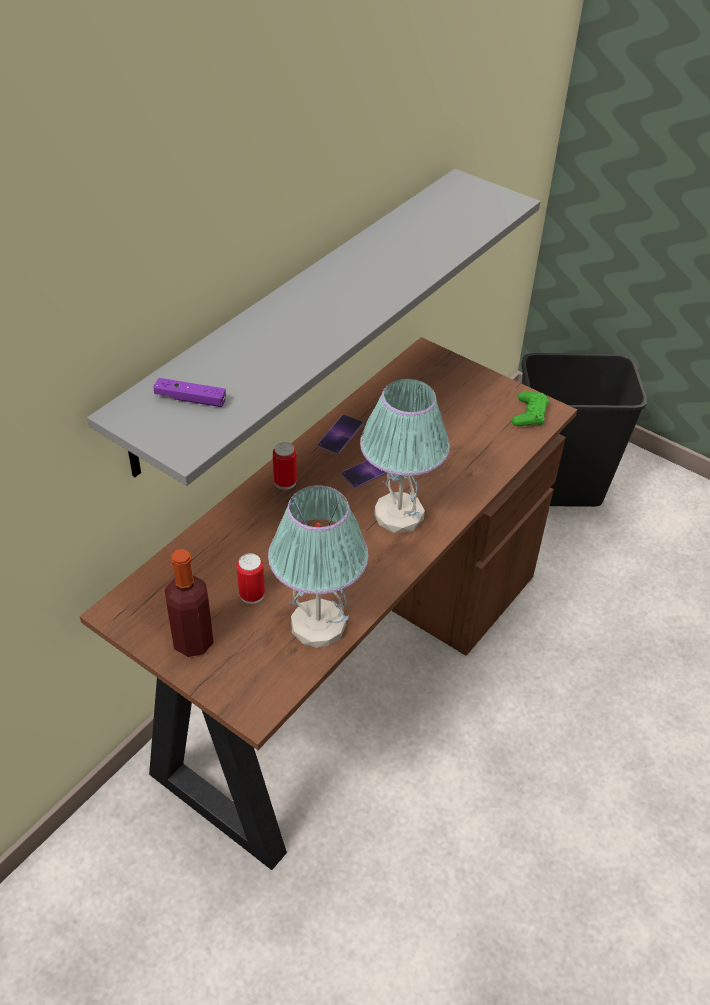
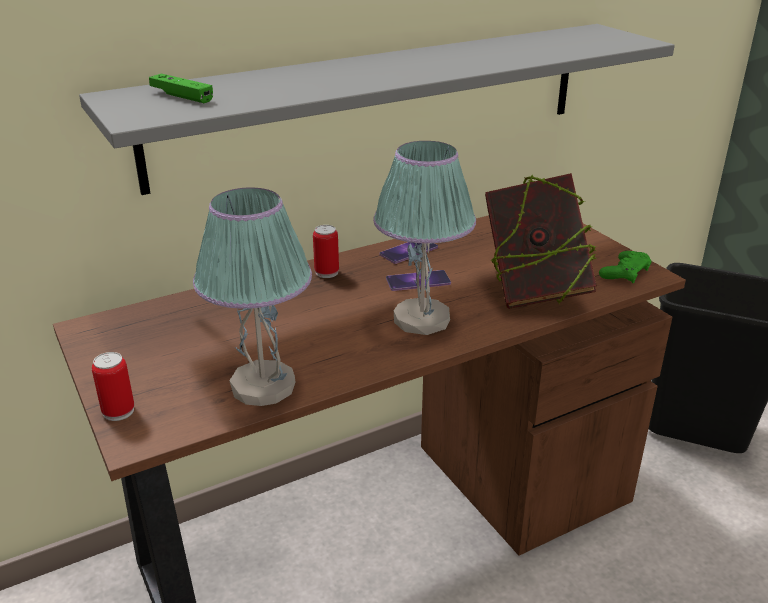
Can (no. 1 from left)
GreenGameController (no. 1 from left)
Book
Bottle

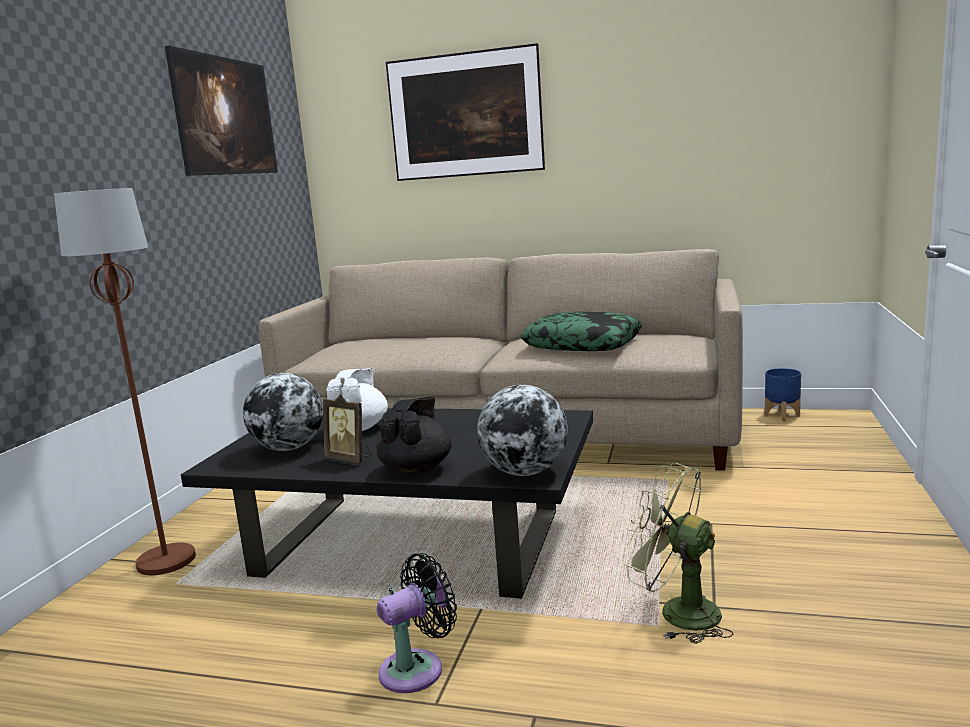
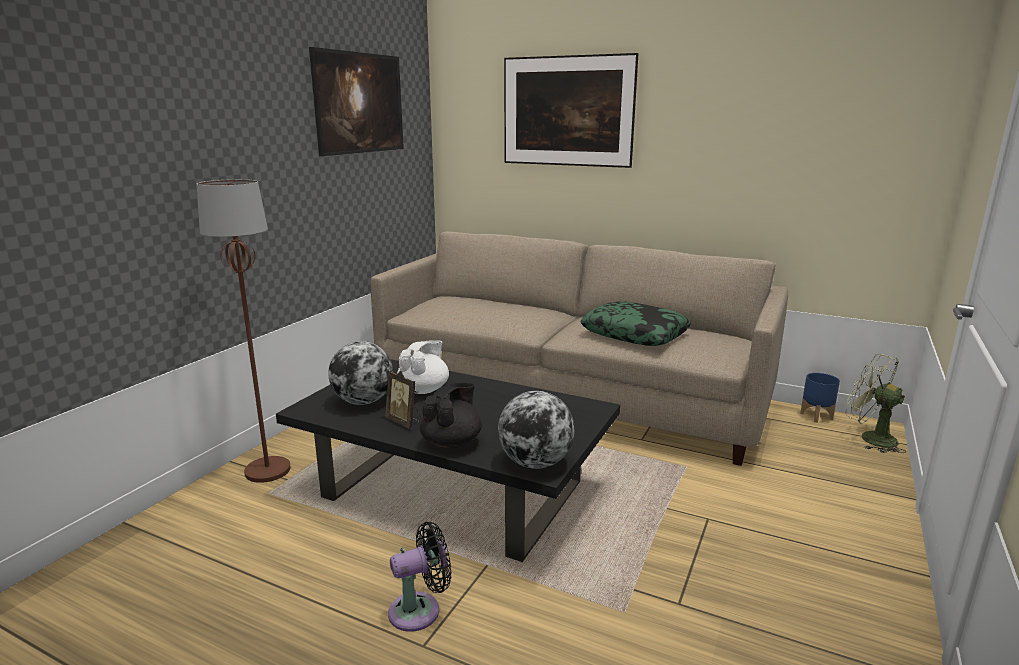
GreenFan

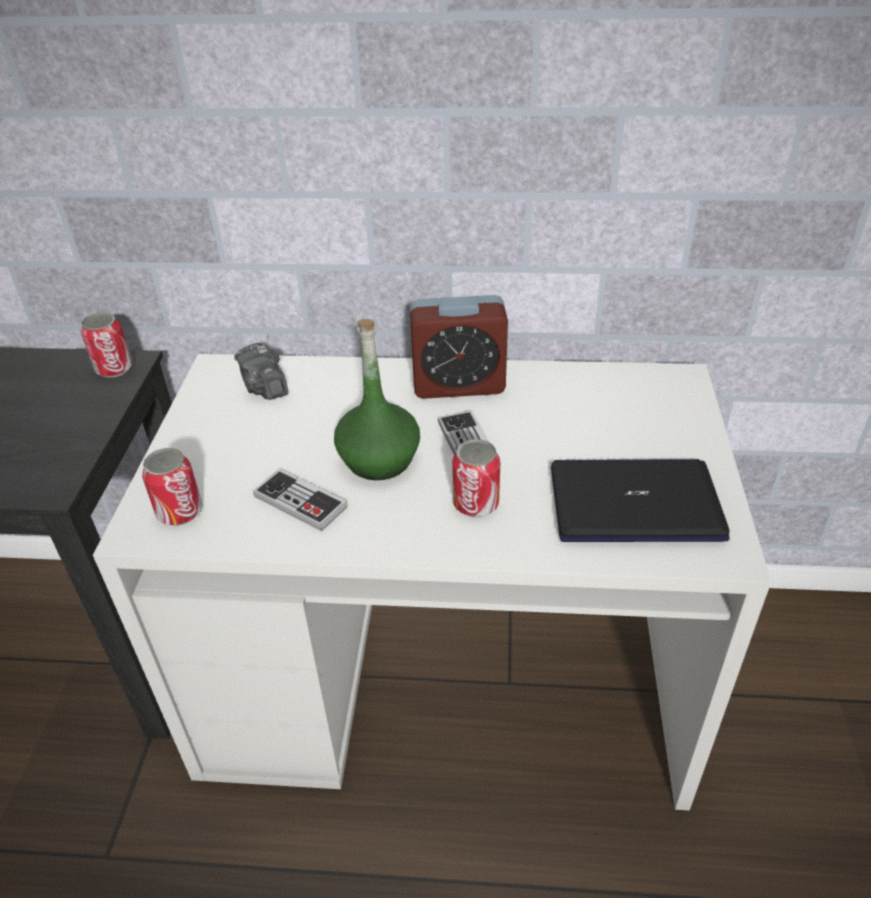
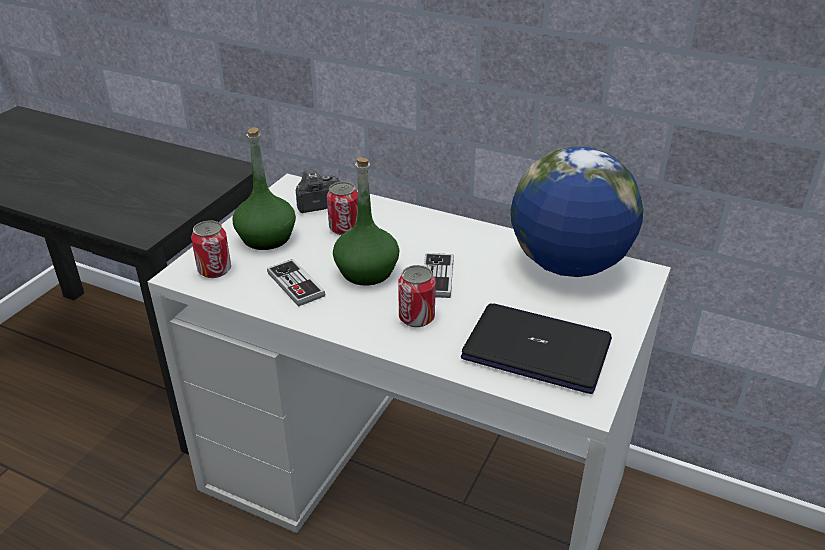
GreenBottle (no. 1 from left)
PhotoCamera
Can (no. 2 from left)
Globe
AlarmClock

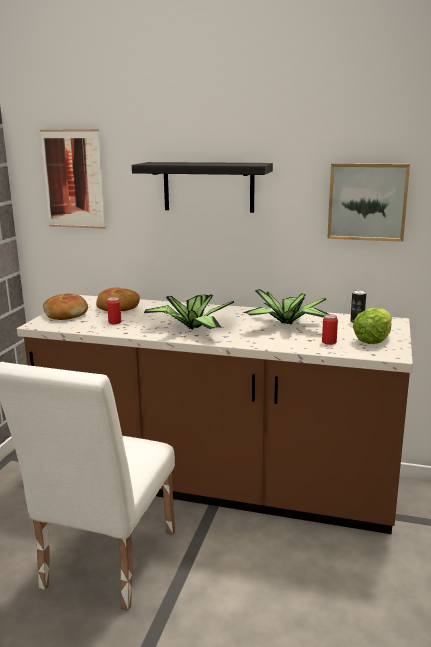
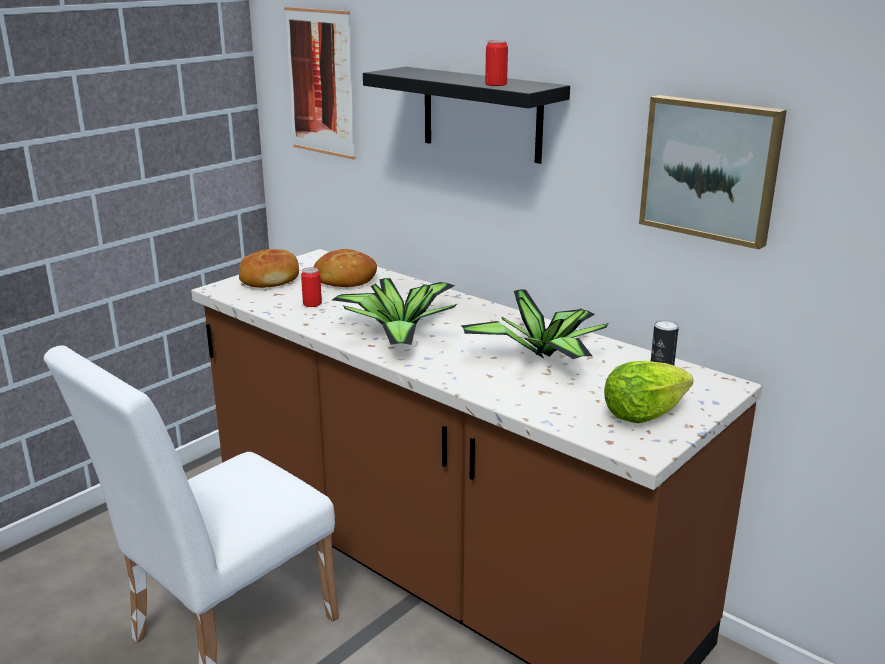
Can (no. 2 from left)

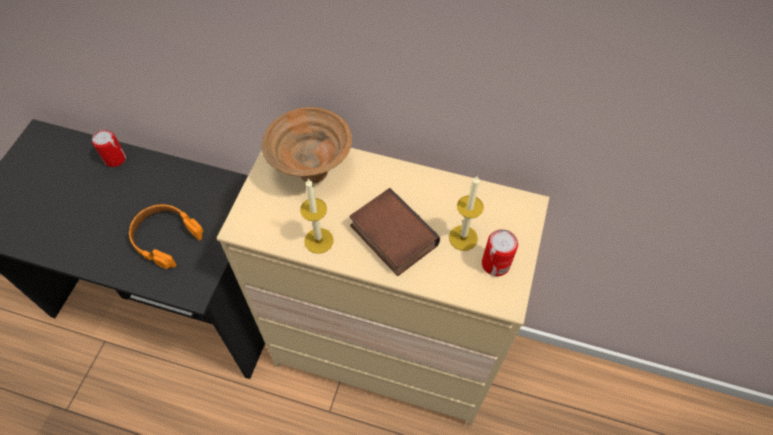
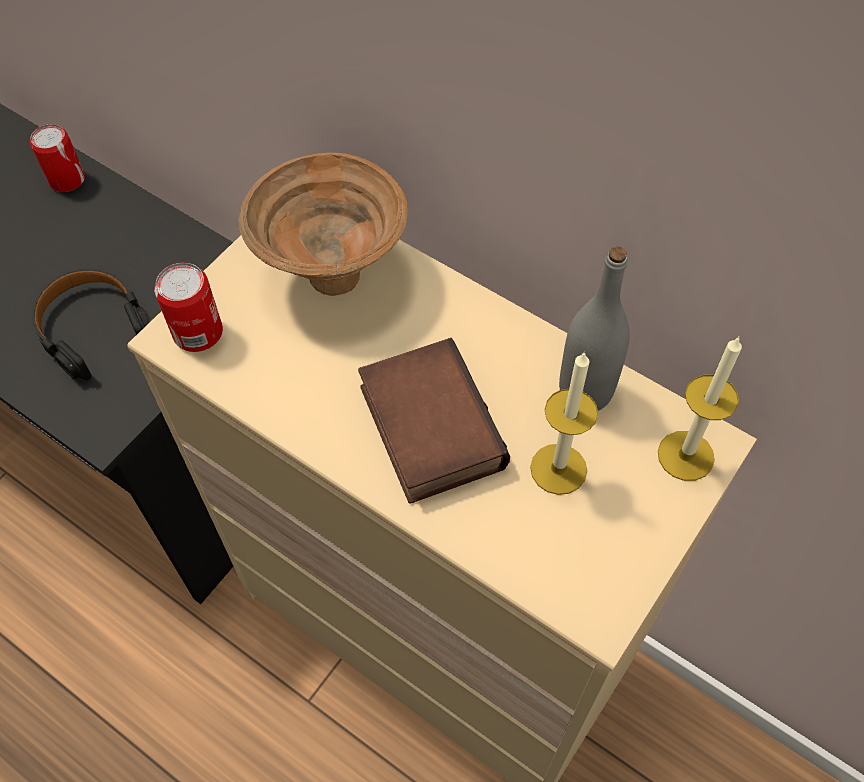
BlackHeadphones
Can (no. 2 from left)
GreyBottle
Candle (no. 2 from left)

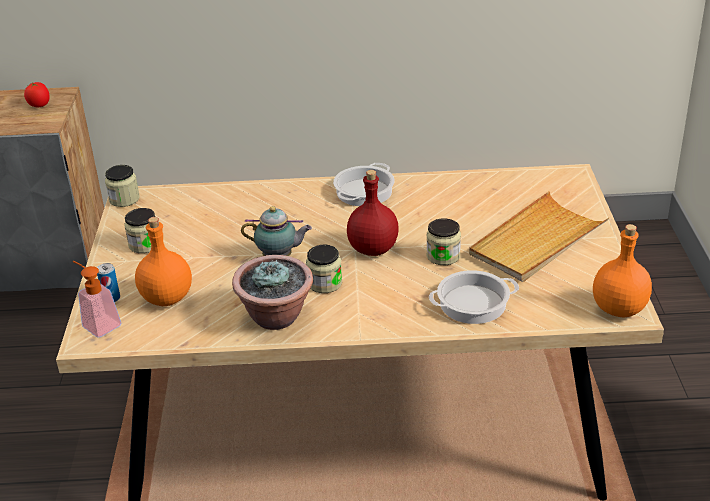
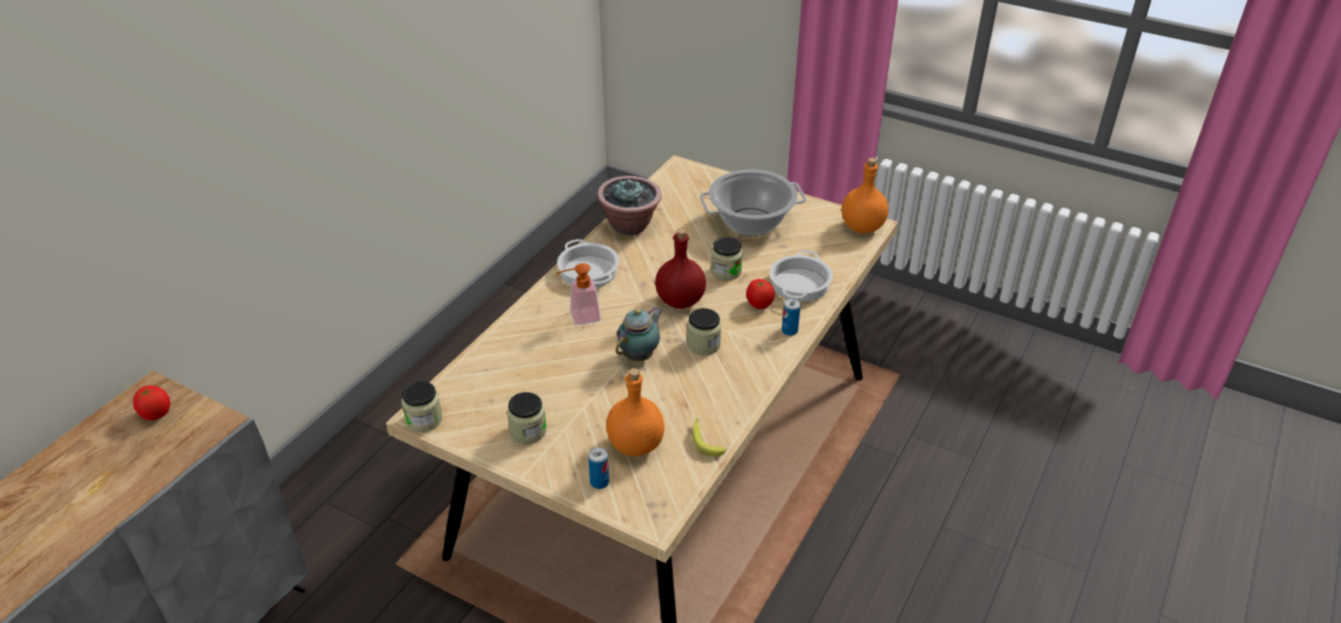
SoapDispenser
PottedPlant
Banana
CookingPot (no. 2 from left)
Tomato (no. 2 from left)
Can (no. 2 from left)

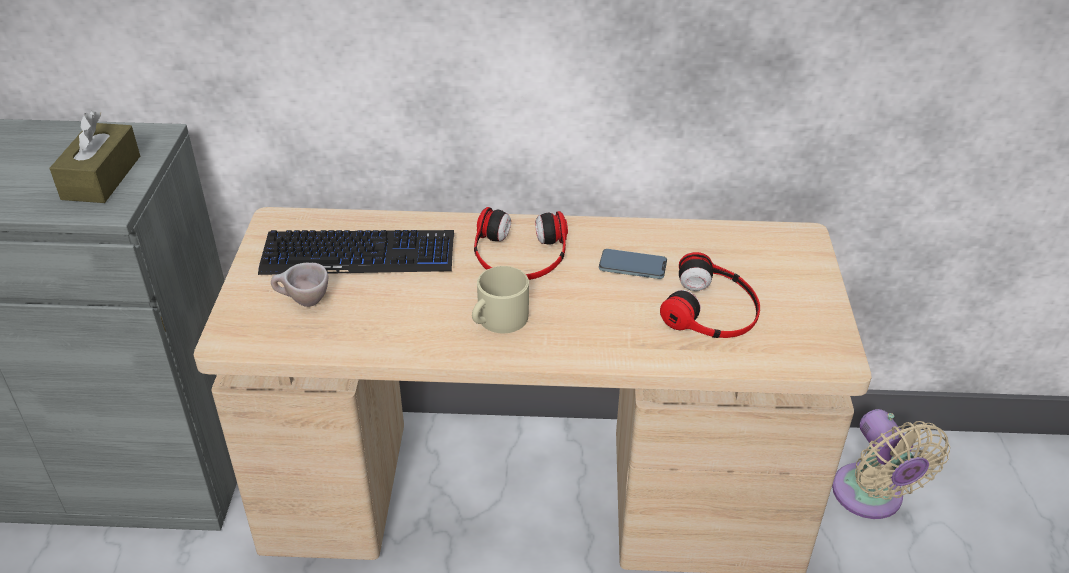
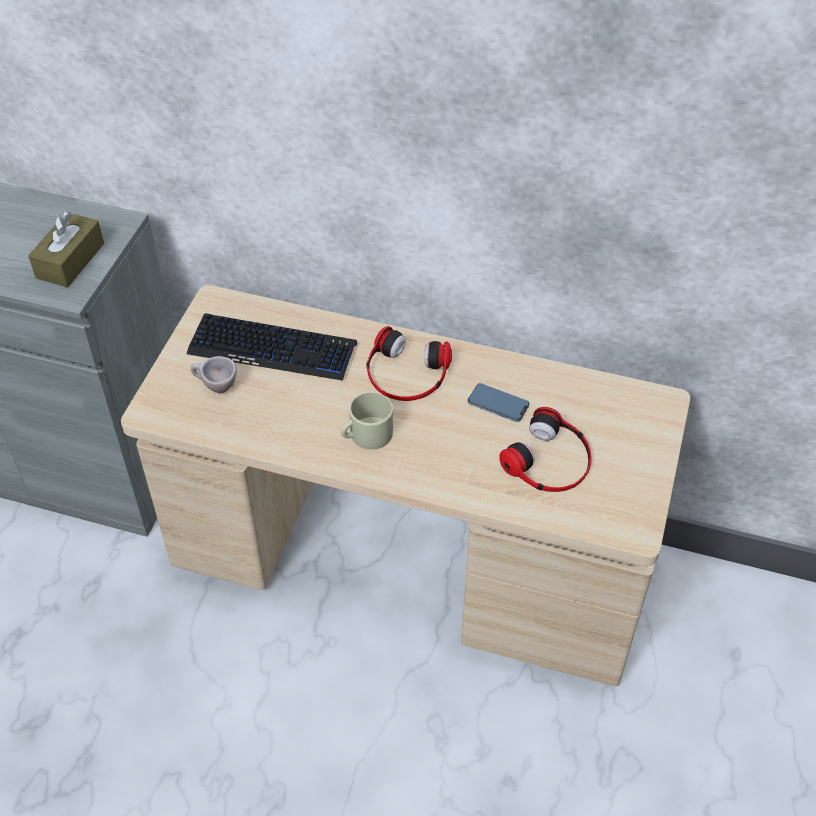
BeigeFan

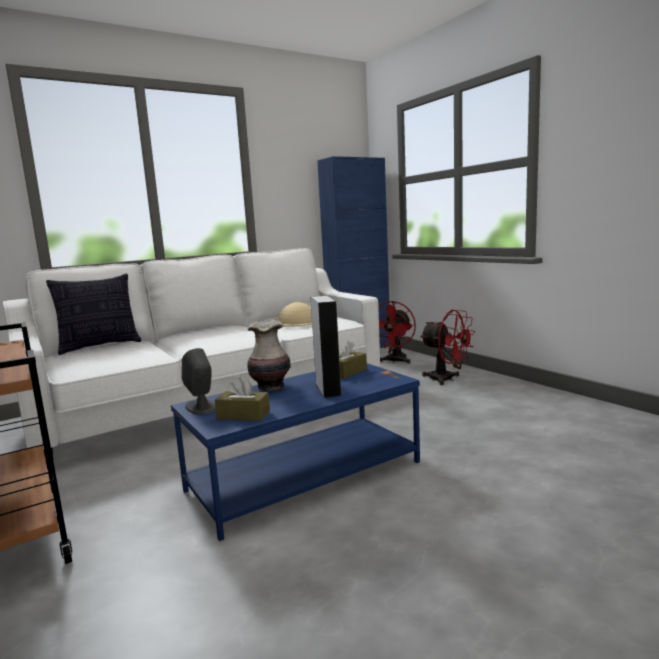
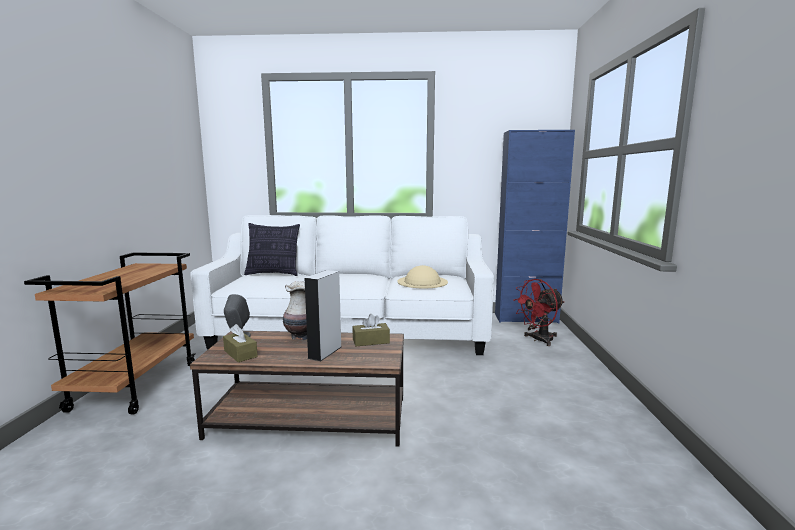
BrownCoffeeTable
RedFan (no. 2 from left in the first image)

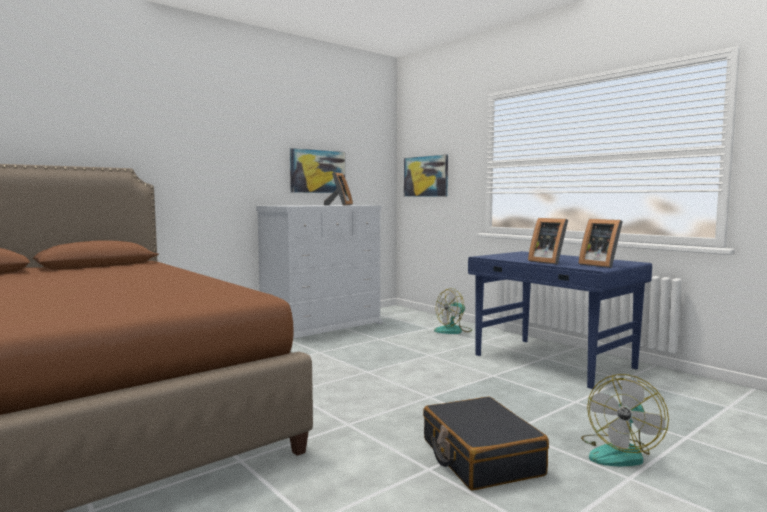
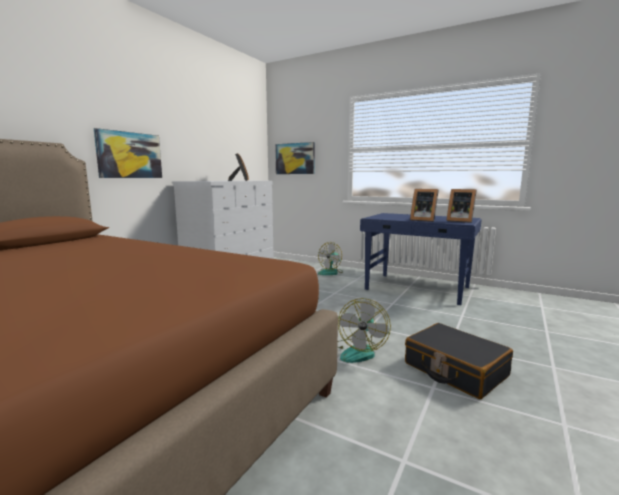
Picture (no. 1 from left)
Fan (no. 2 from left)

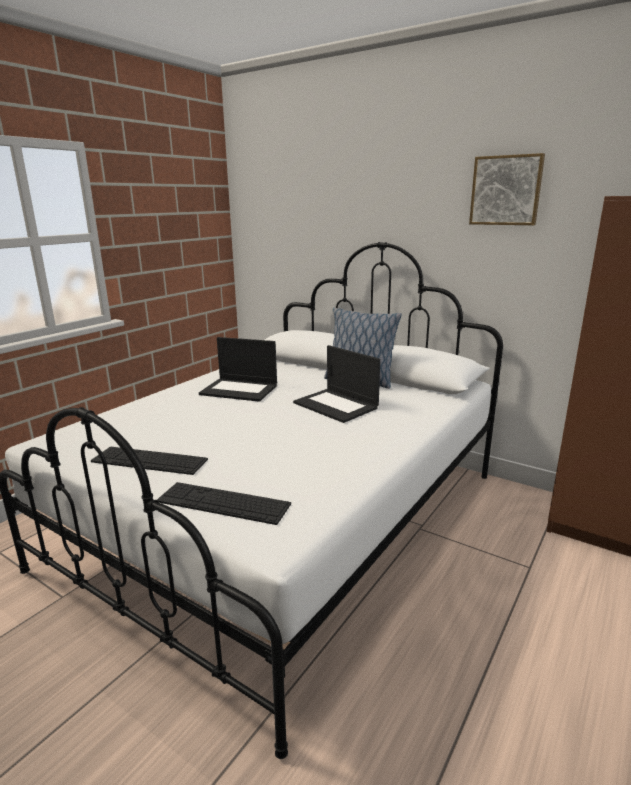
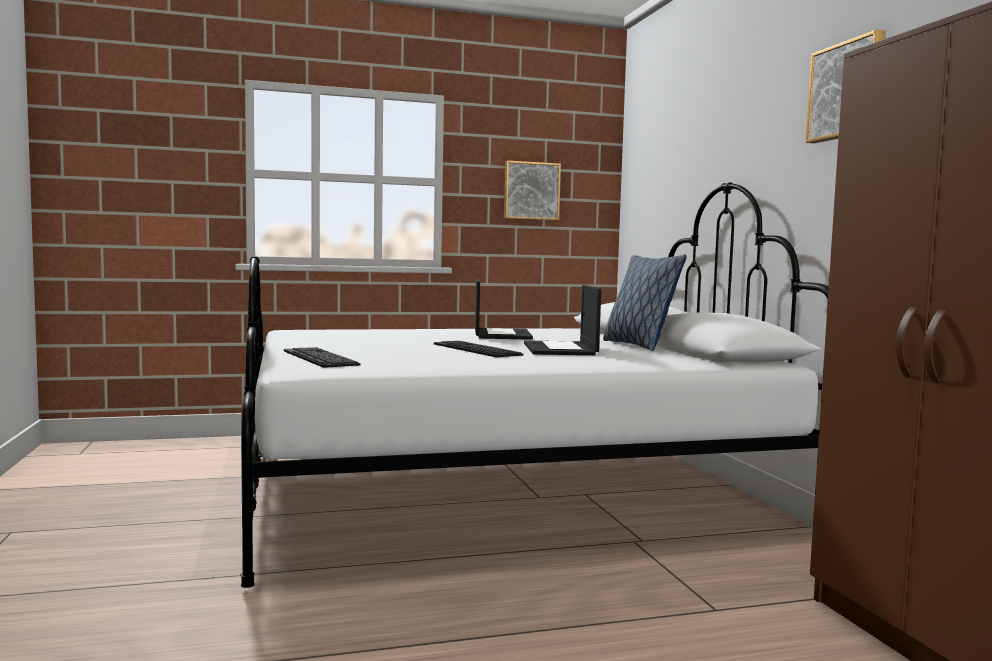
Keyboard (no. 2 from left)
Laptop (no. 1 from left)
Picture (no. 1 from left)

